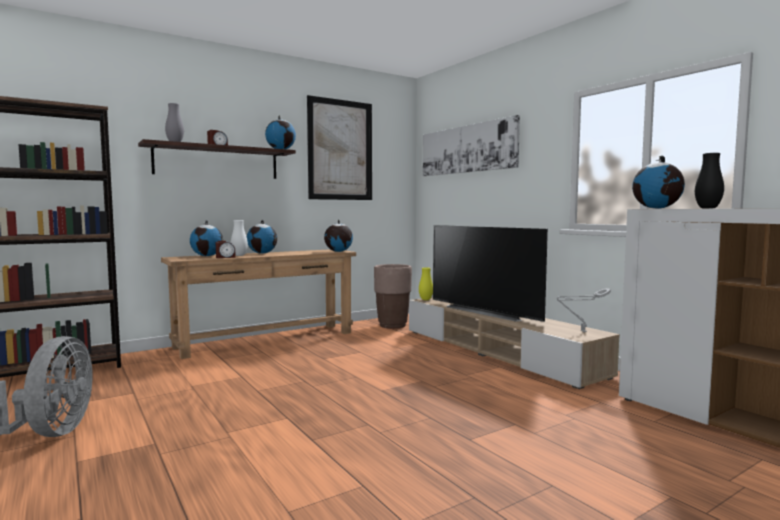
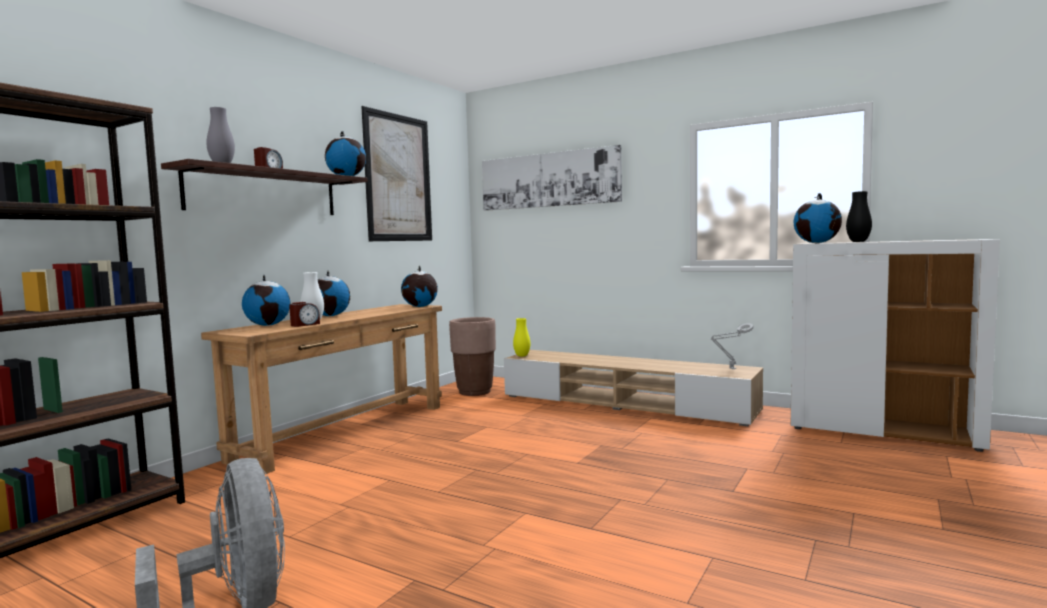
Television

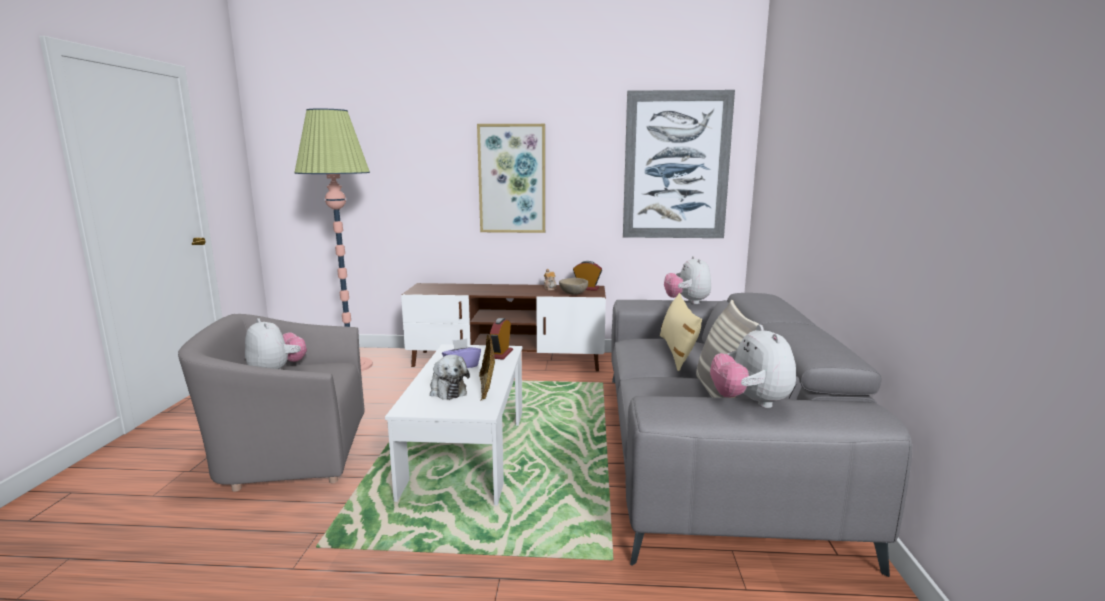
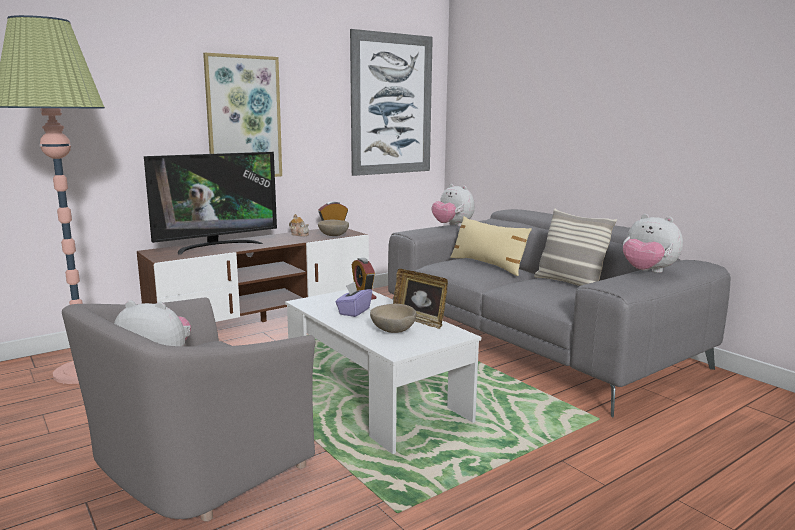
Television
BeigeBowl (no. 2 from left)

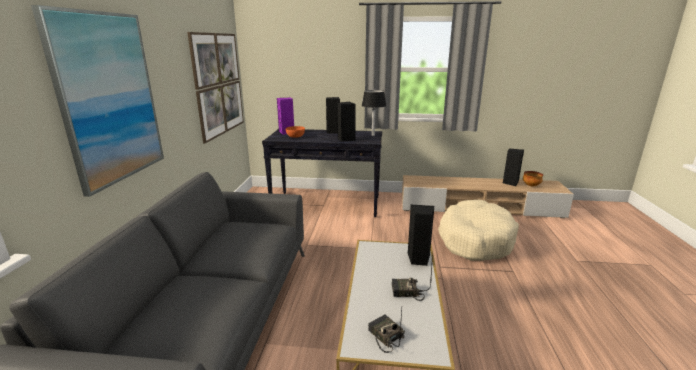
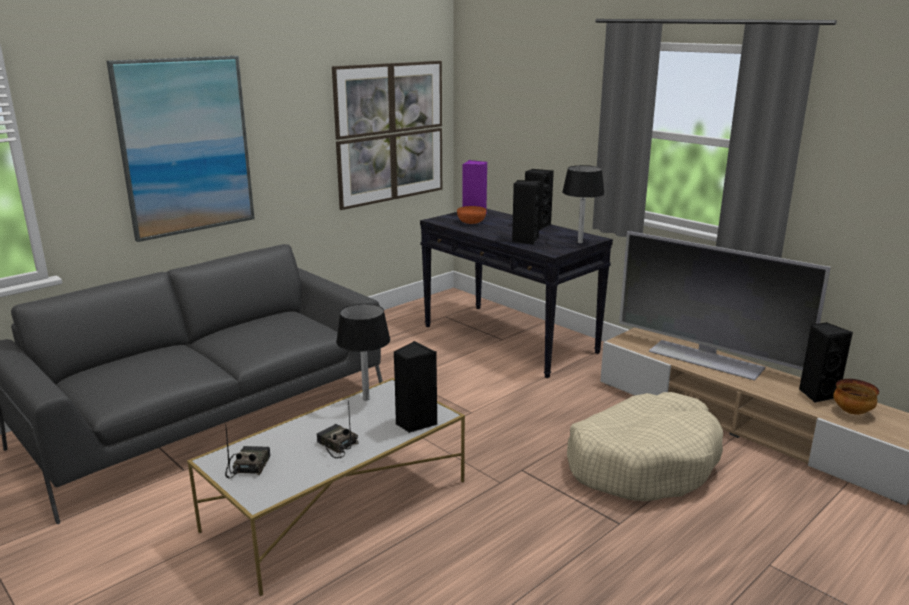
BlackTableLamp (no. 1 from left)
Television

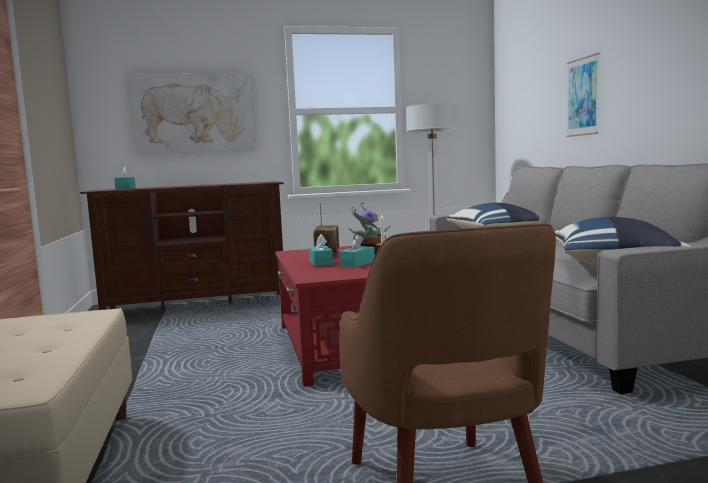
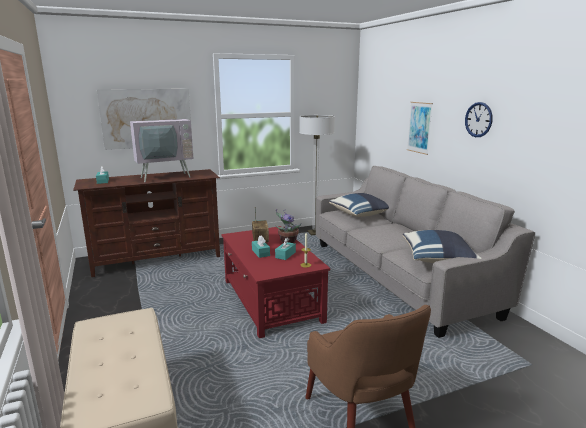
Television
WallClock

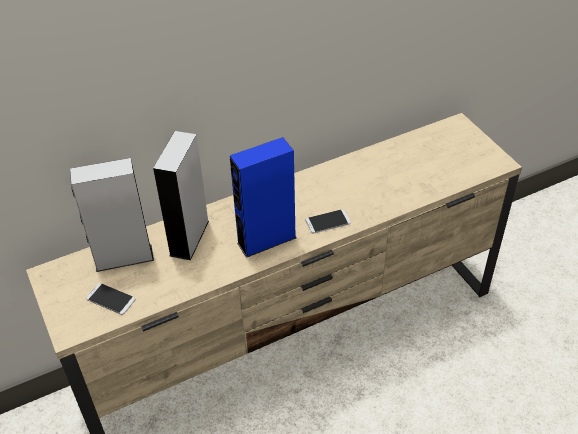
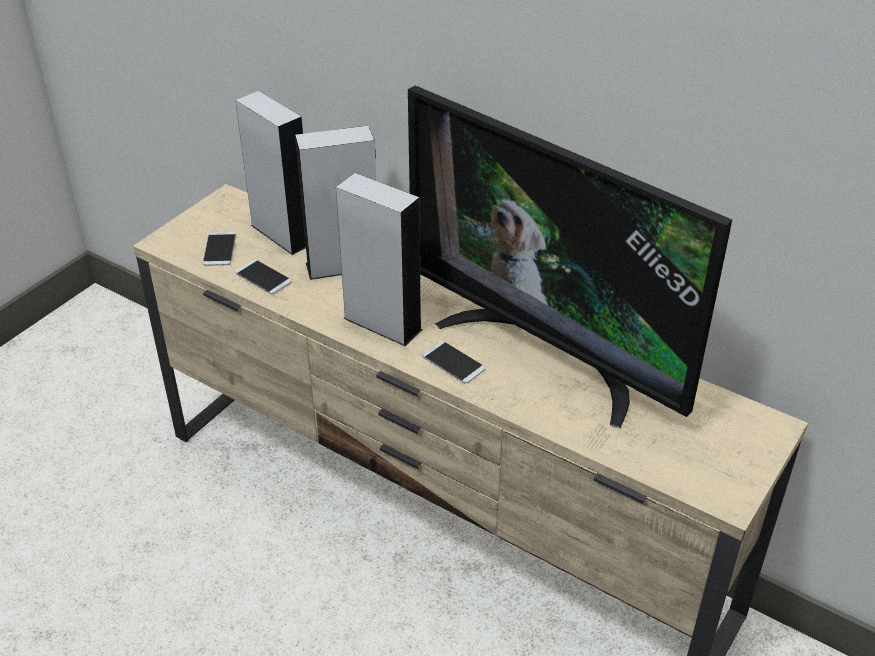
Phone (no. 2 from left)
GreySpeaker (no. 3 from left)
Television

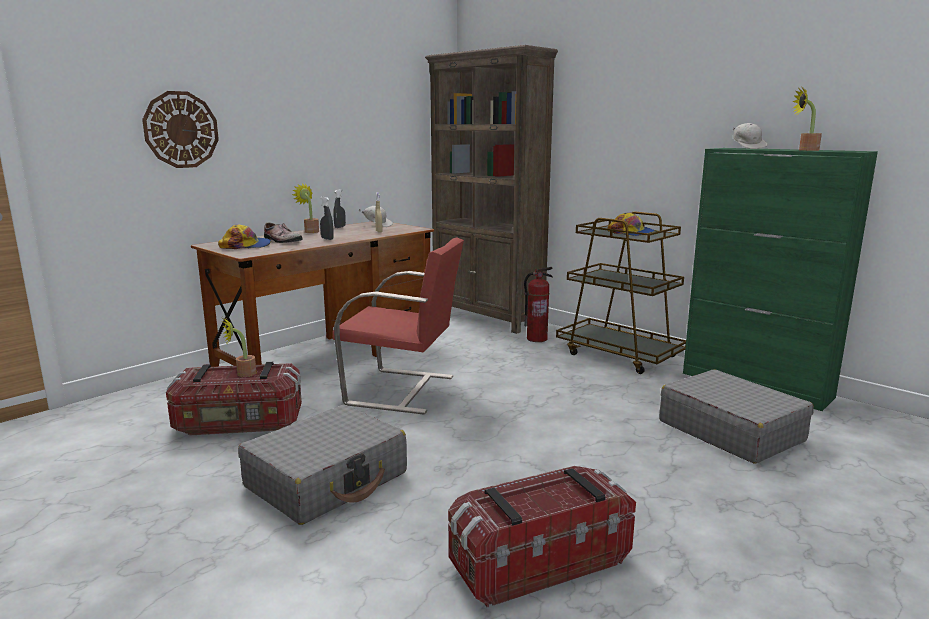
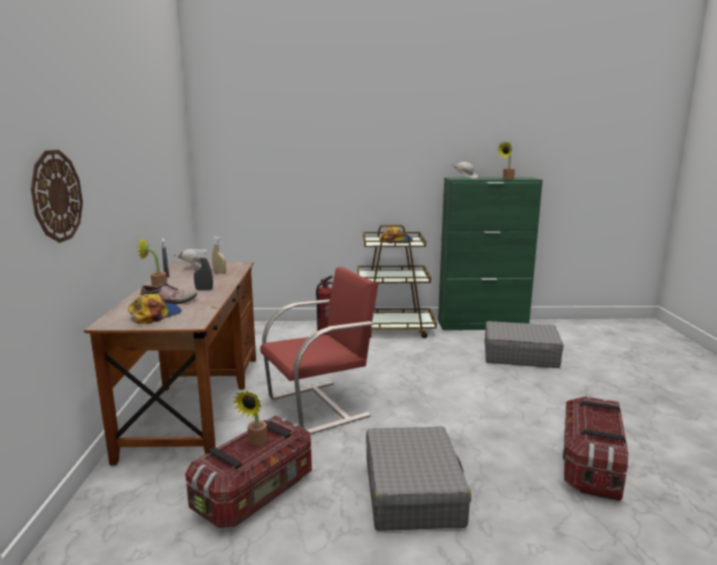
BrownBookcase

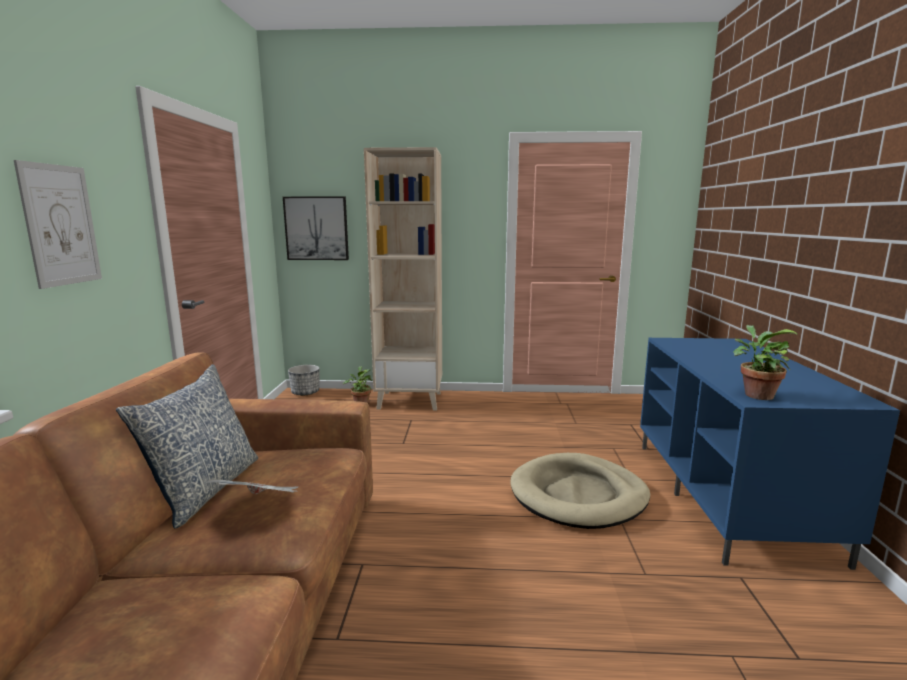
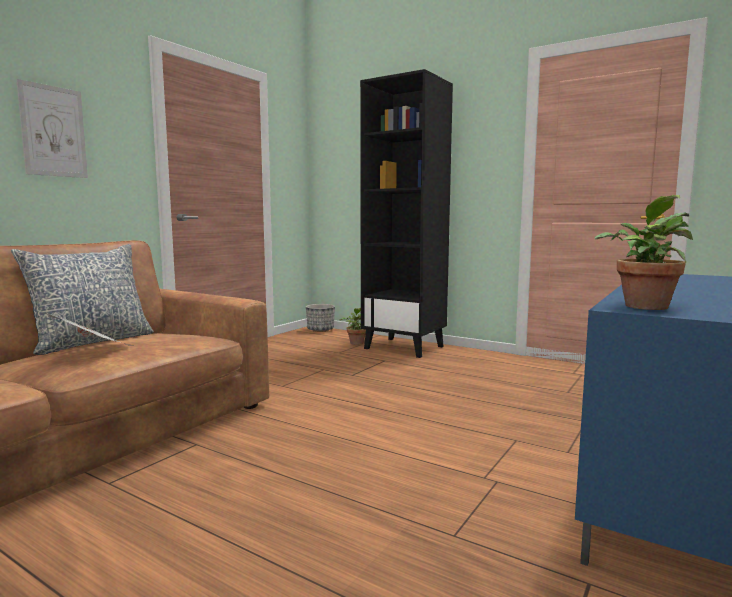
BlackBookcase
Picture (no. 2 from left in the first image)
BeigeDogBed

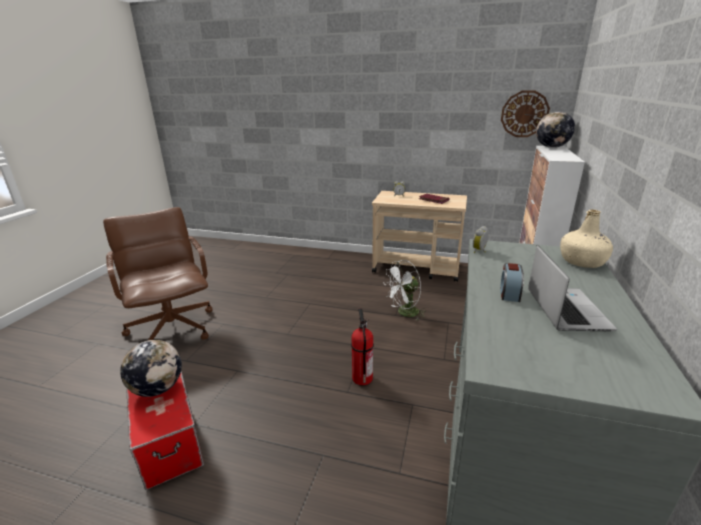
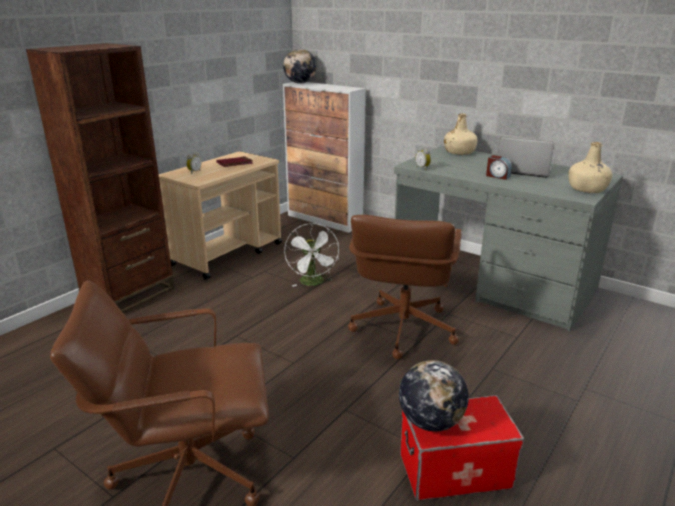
BrownBookcase
BrownOfficeChair (no. 2 from left)
BeigeBottle (no. 2 from left)
WallClock

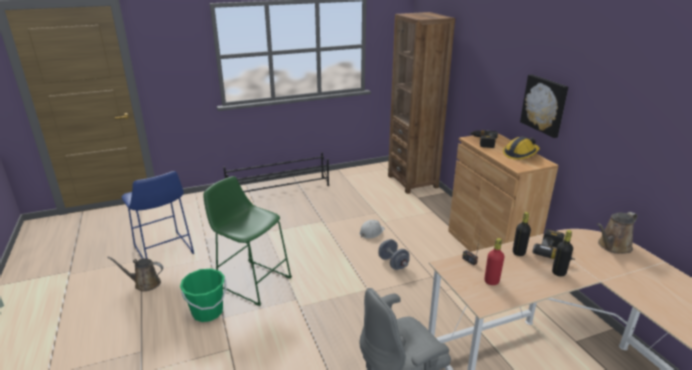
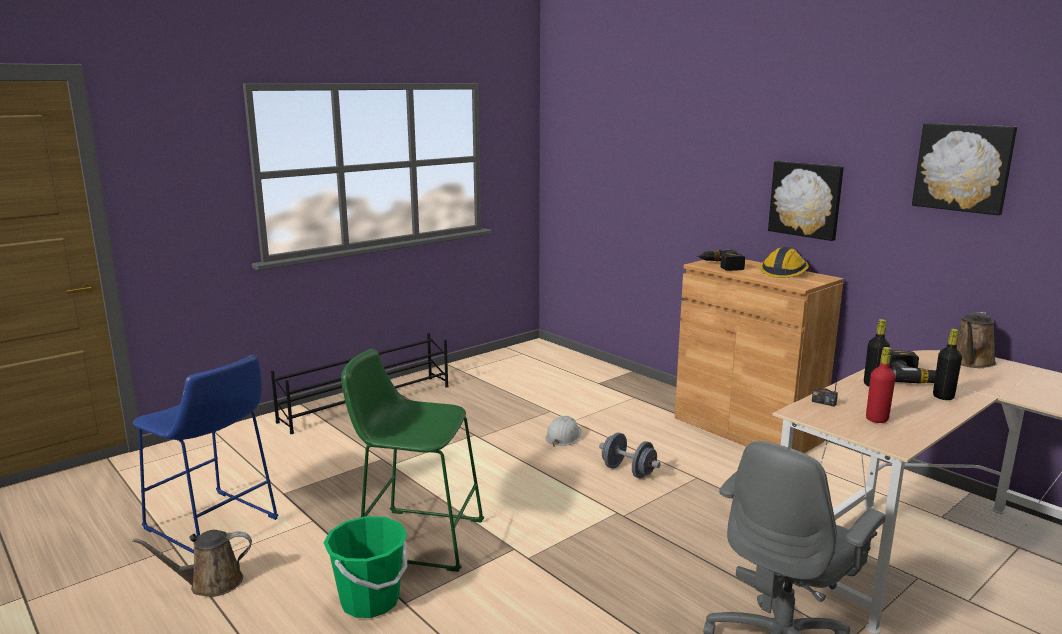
Picture (no. 2 from left)
BrownBookcase

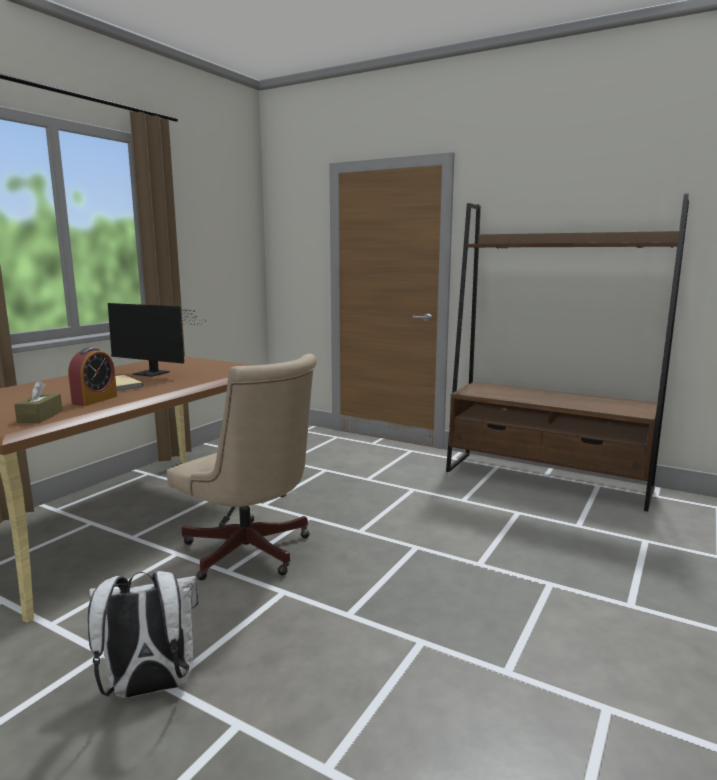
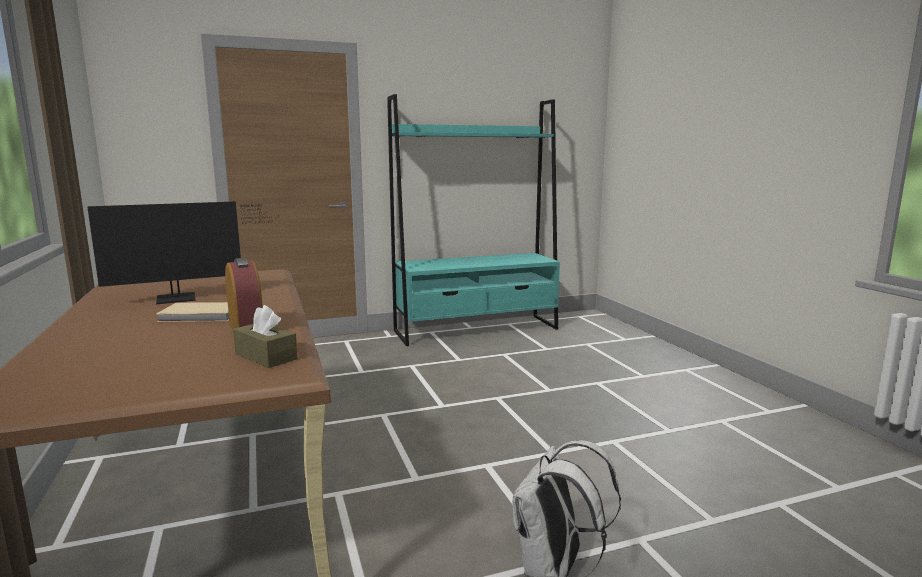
TurquoiseBookcase
BeigeOfficeChair

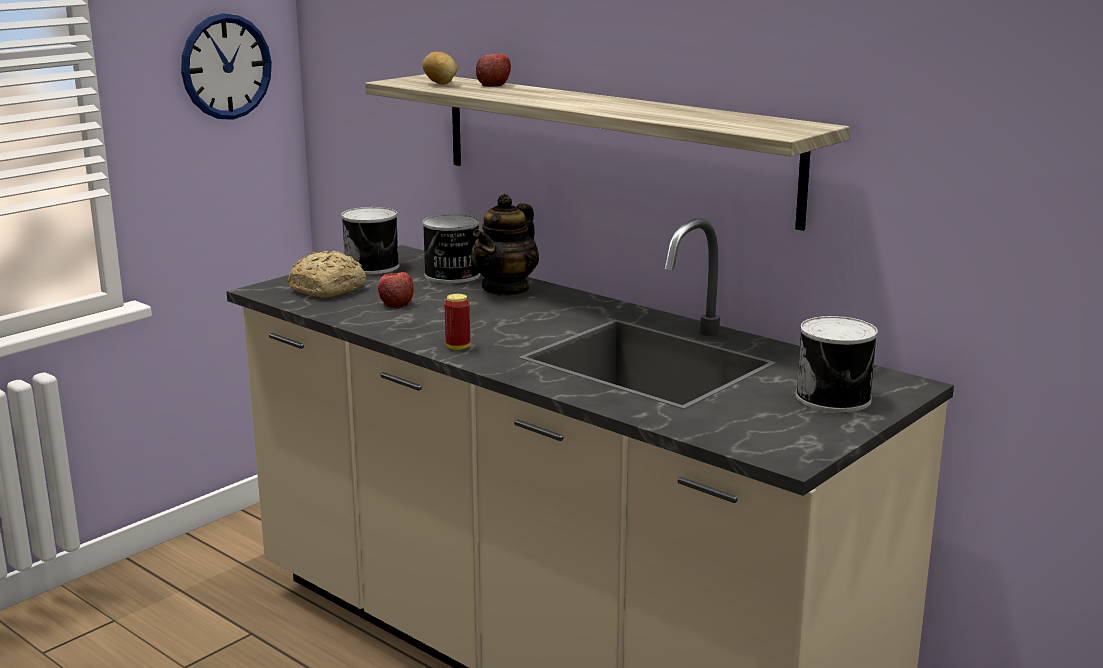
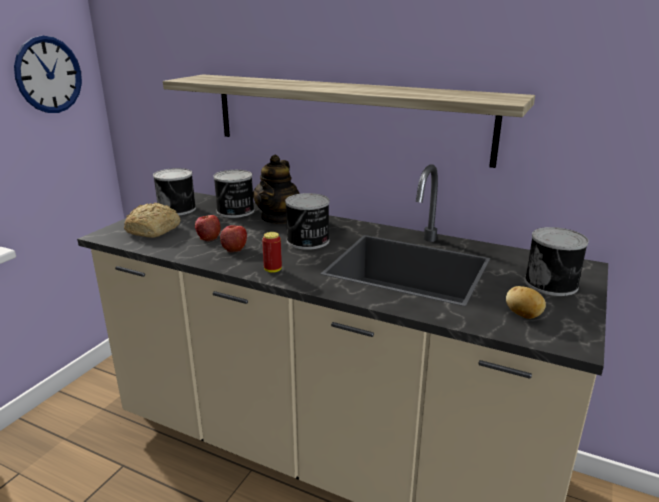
Apple (no. 2 from left)
Can (no. 4 from left)
Potato

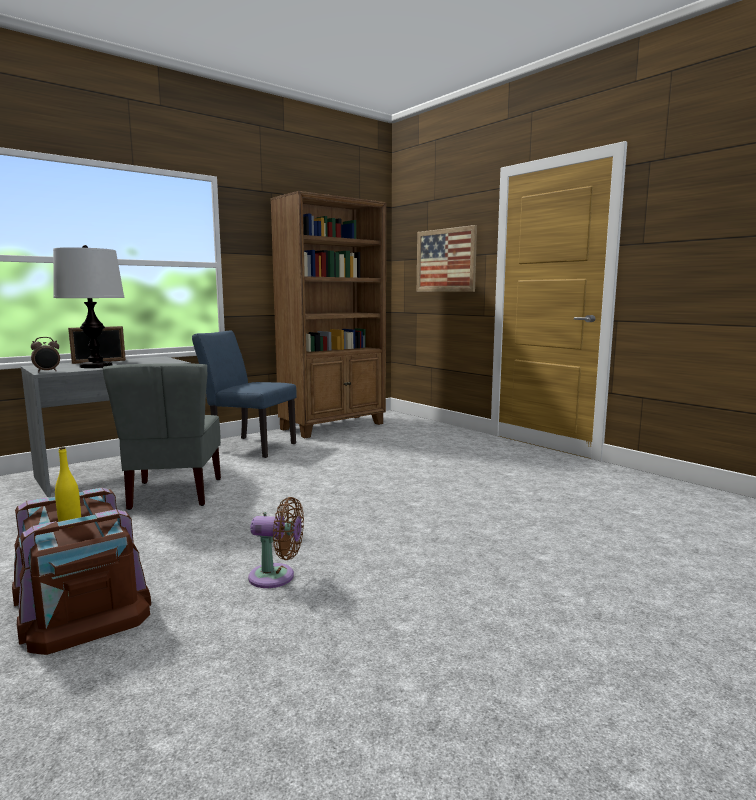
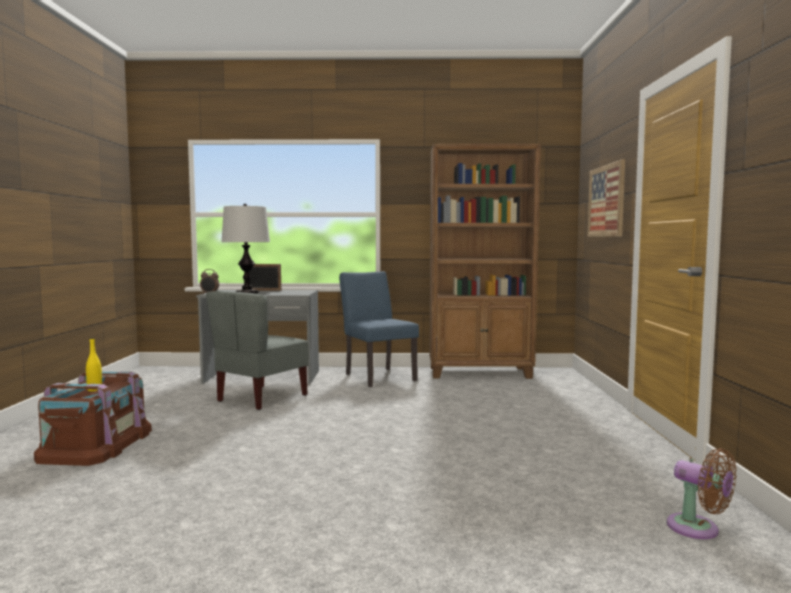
BrownFan

